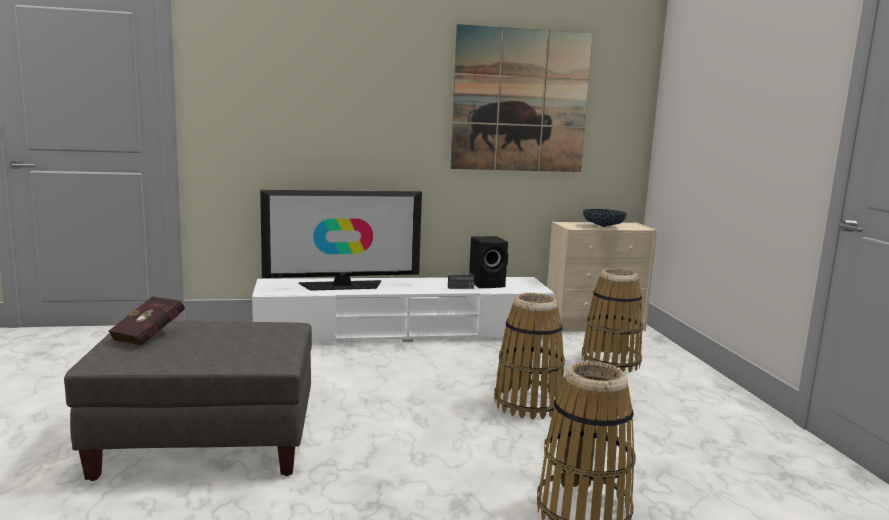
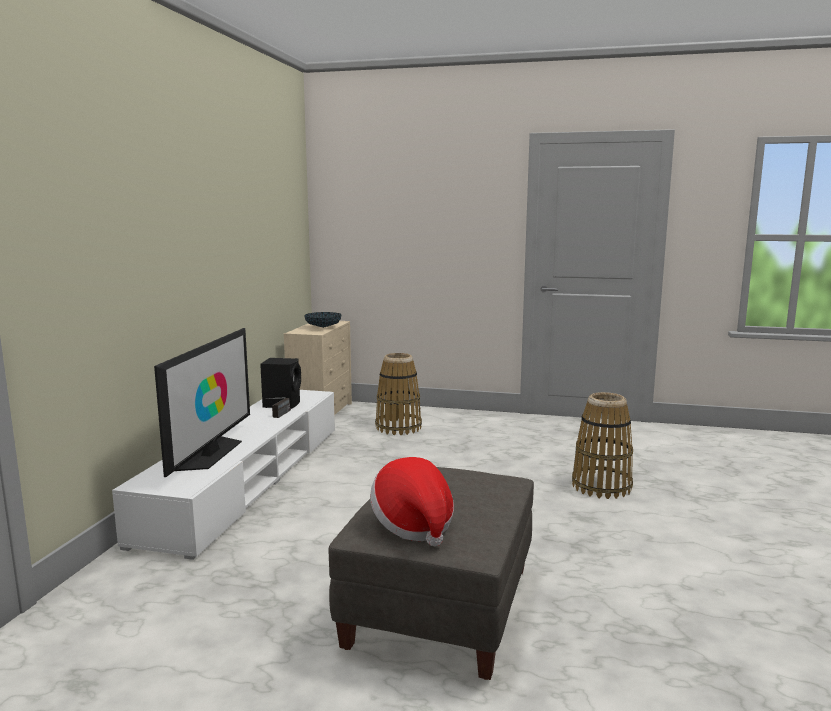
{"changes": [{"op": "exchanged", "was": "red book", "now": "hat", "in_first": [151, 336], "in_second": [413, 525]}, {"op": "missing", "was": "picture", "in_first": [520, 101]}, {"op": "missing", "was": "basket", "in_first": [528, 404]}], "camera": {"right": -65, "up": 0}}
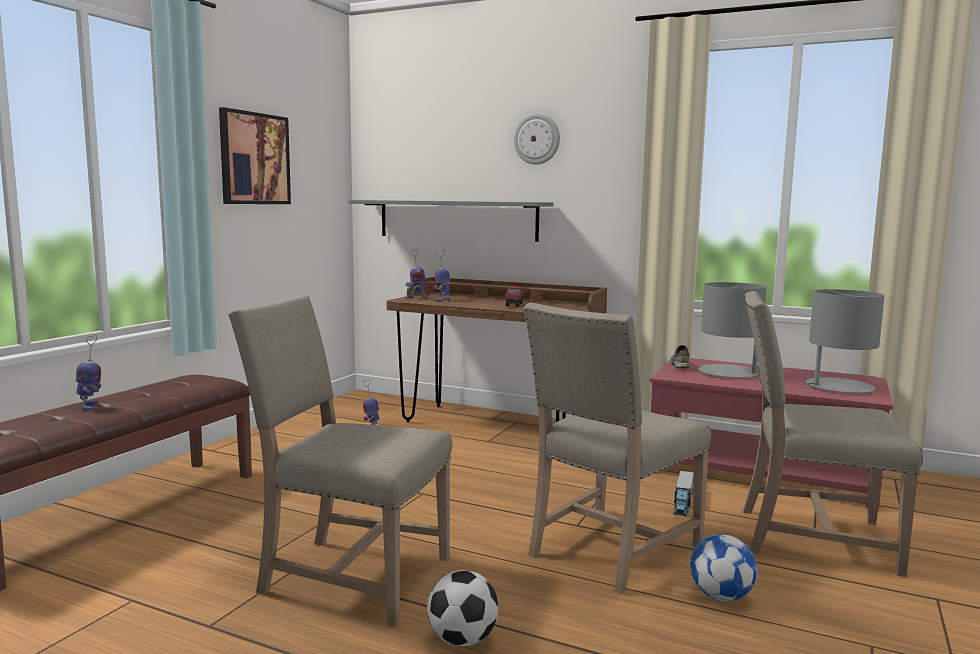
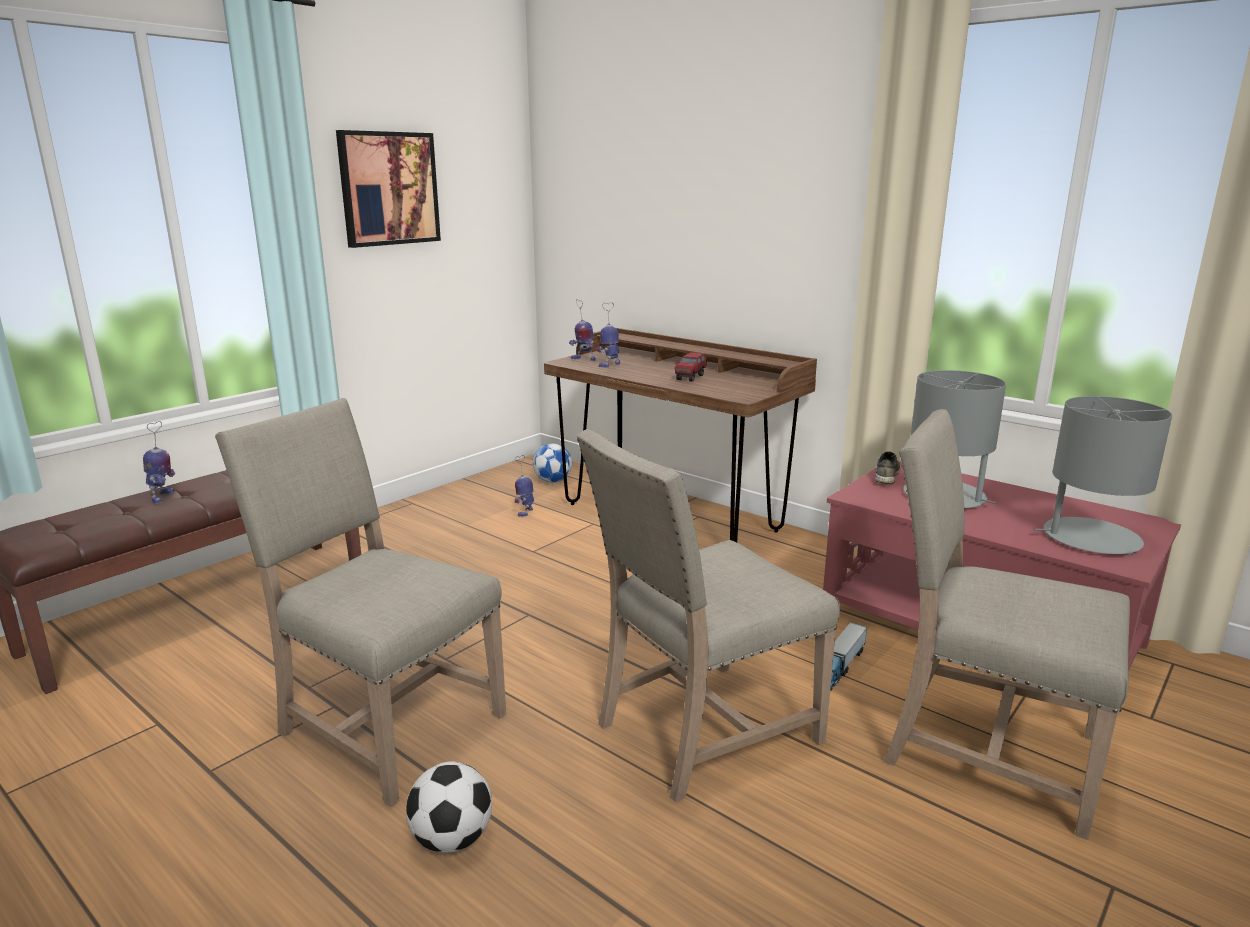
{"changes": [{"op": "missing", "was": "grey shelf", "in_first": [457, 220]}, {"op": "missing", "was": "wall clock", "in_first": [537, 139]}, {"op": "relocated", "was": "football", "in_first": [721, 596], "in_second": [553, 481]}], "camera": {"right": 15, "up": 10}}
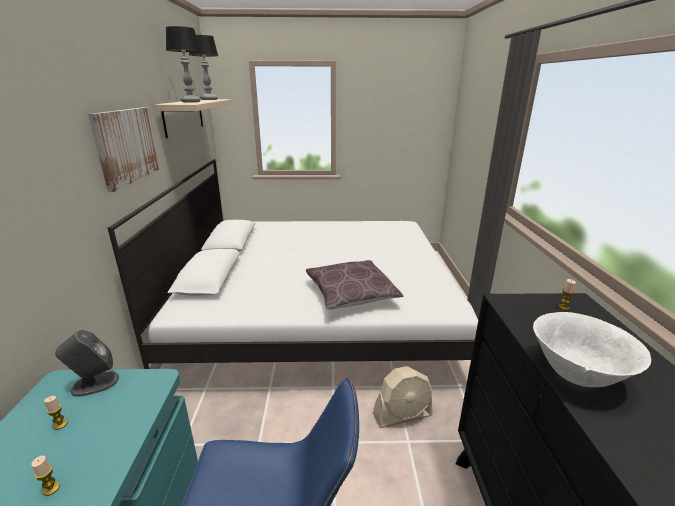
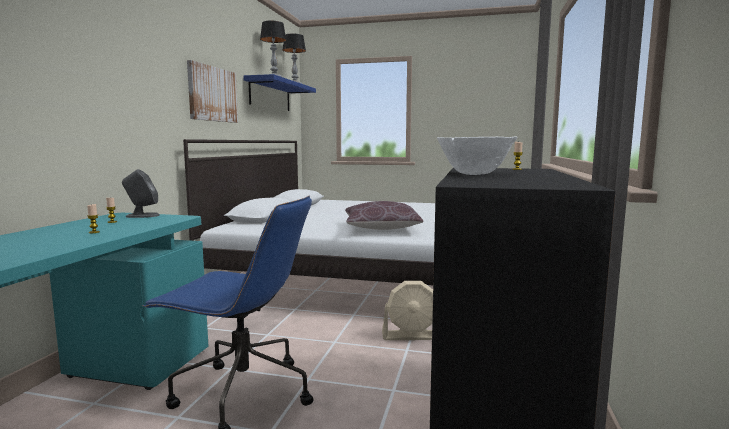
{"changes": [{"op": "colour", "was": "beige shelf", "now": "blue shelf", "in_first": [184, 116], "in_second": [270, 95]}], "camera": {"right": 15, "up": -15}}
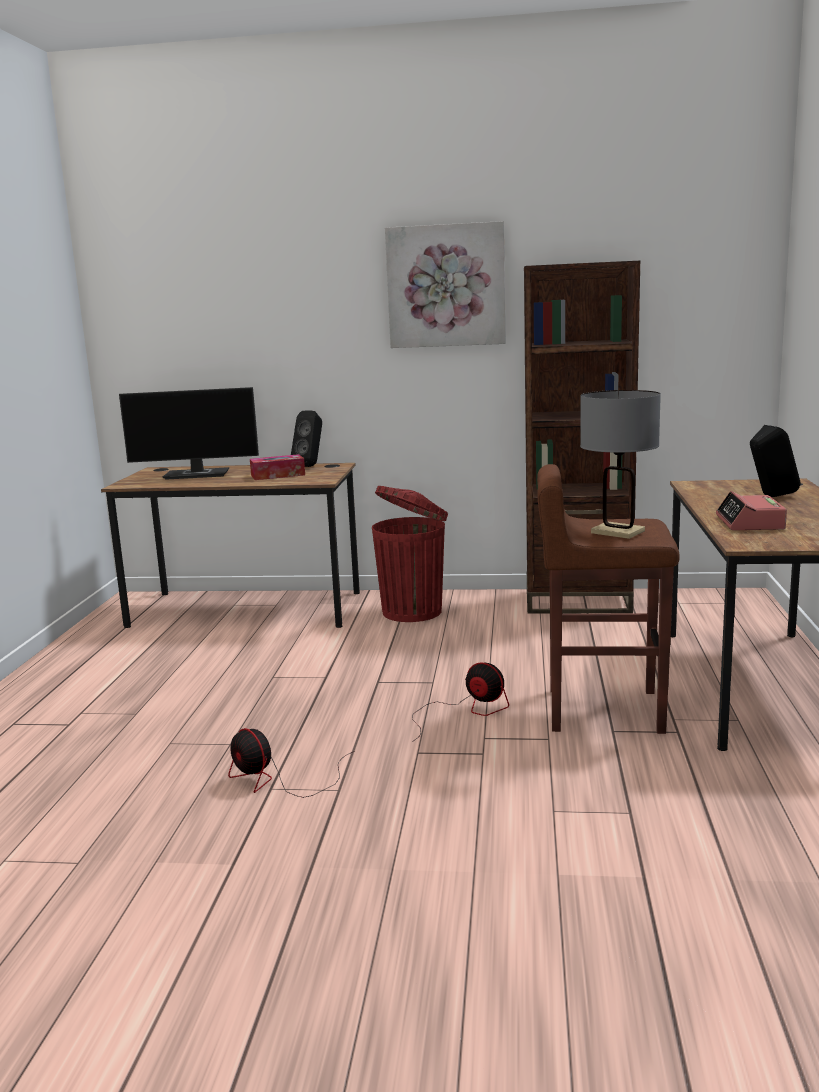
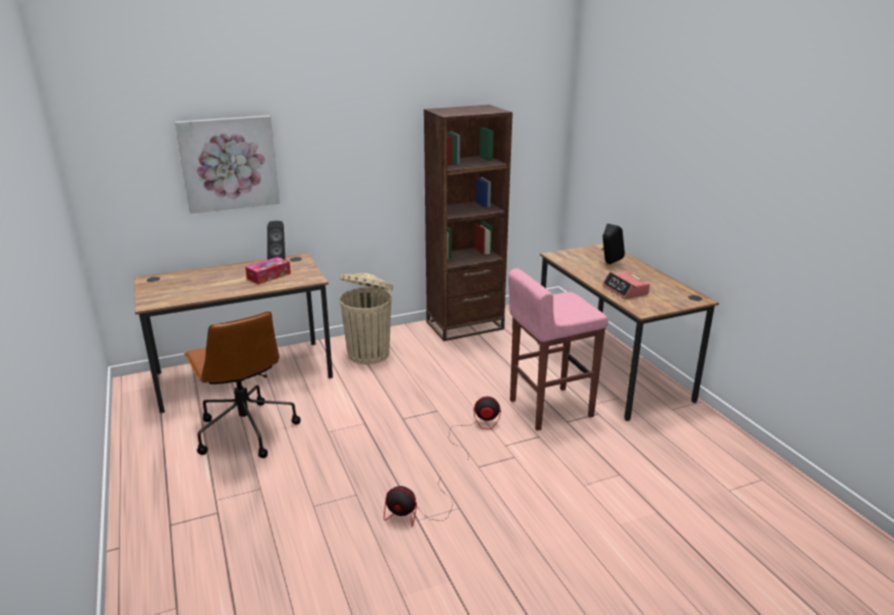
{"changes": [{"op": "missing", "was": "monitor", "in_first": [198, 474]}, {"op": "colour", "was": "red trash can", "now": "beige trash can", "in_first": [414, 611], "in_second": [369, 353]}, {"op": "relocated", "was": "picture", "in_first": [446, 286], "in_second": [229, 163]}, {"op": "colour", "was": "brown stool", "now": "pink stool", "in_first": [602, 710], "in_second": [549, 408]}, {"op": "missing", "was": "grey table lamp", "in_first": [618, 532]}, {"op": "appeared", "now": "brown office chair", "in_second": [245, 430]}], "camera": {"right": -30, "up": 10}}
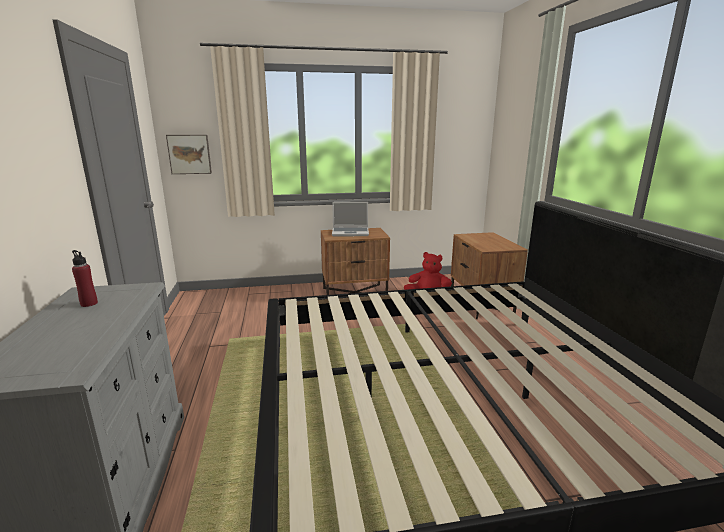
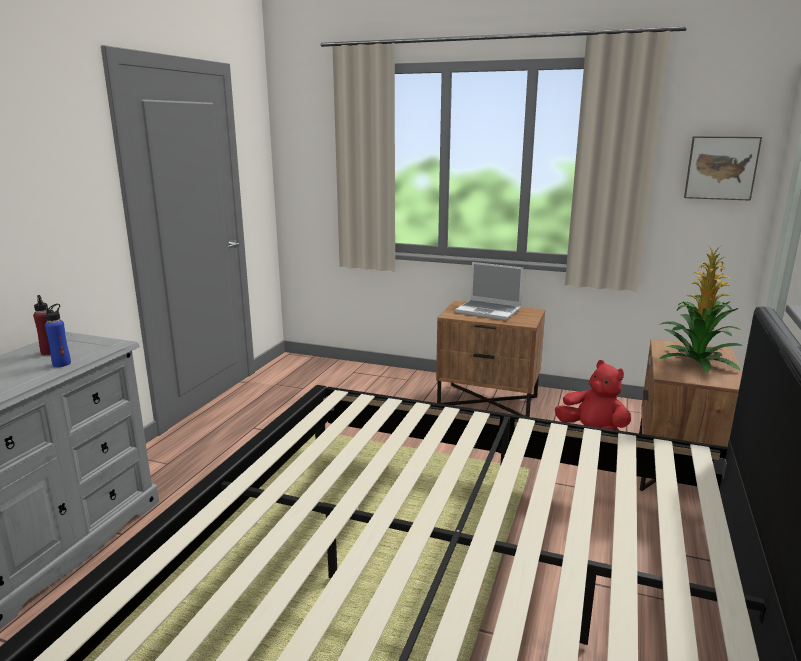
{"changes": [{"op": "relocated", "was": "picture", "in_first": [189, 154], "in_second": [721, 168]}, {"op": "appeared", "now": "blue bottle", "in_second": [62, 364]}, {"op": "appeared", "now": "potted plant", "in_second": [696, 361]}], "camera": {"right": 30, "up": 0}}
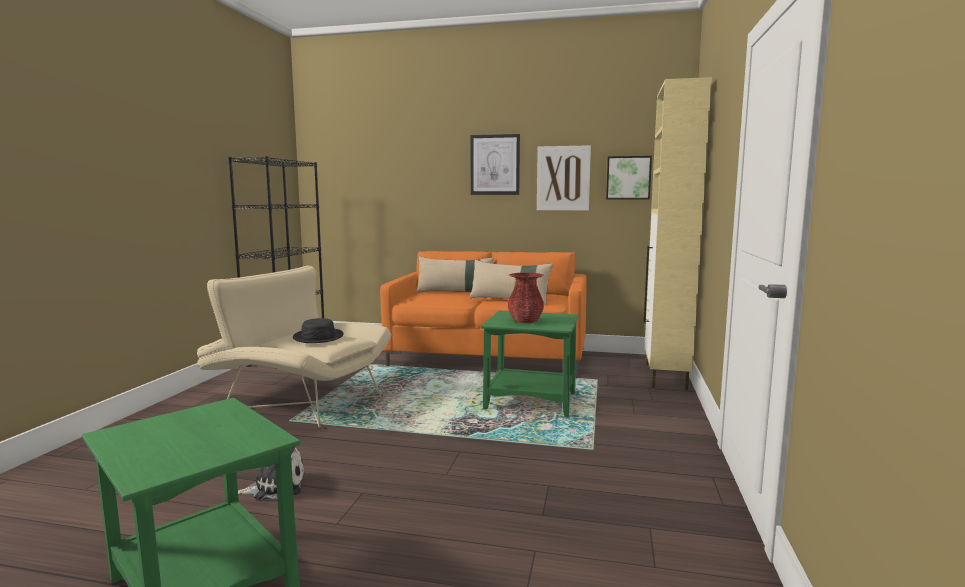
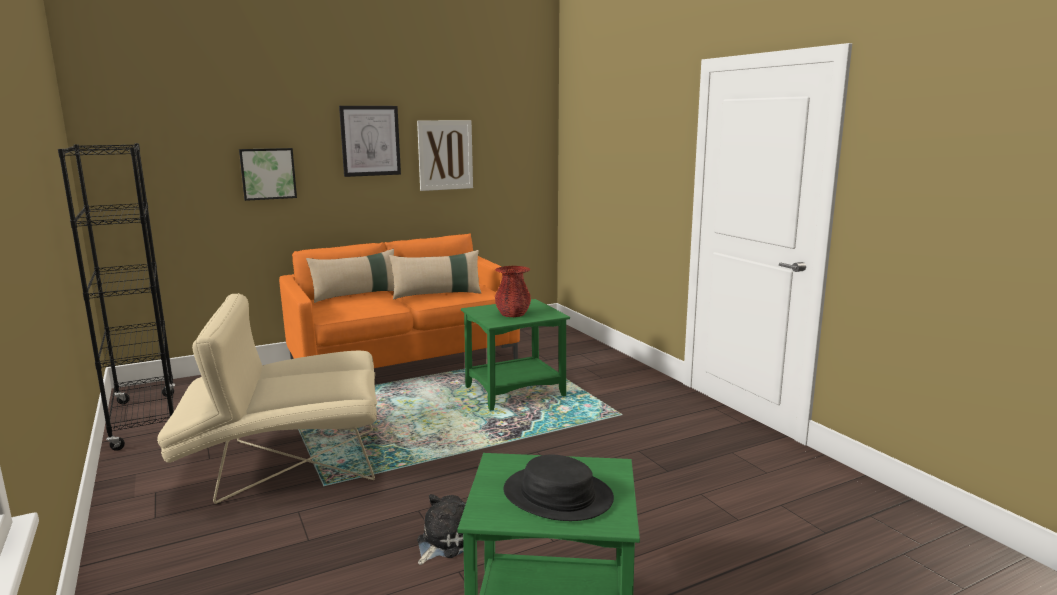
{"changes": [{"op": "relocated", "was": "black hat", "in_first": [318, 337], "in_second": [557, 495]}, {"op": "relocated", "was": "picture", "in_first": [628, 178], "in_second": [268, 173]}, {"op": "missing", "was": "beige cabinet", "in_first": [665, 376]}], "camera": {"right": -40, "up": 5}}
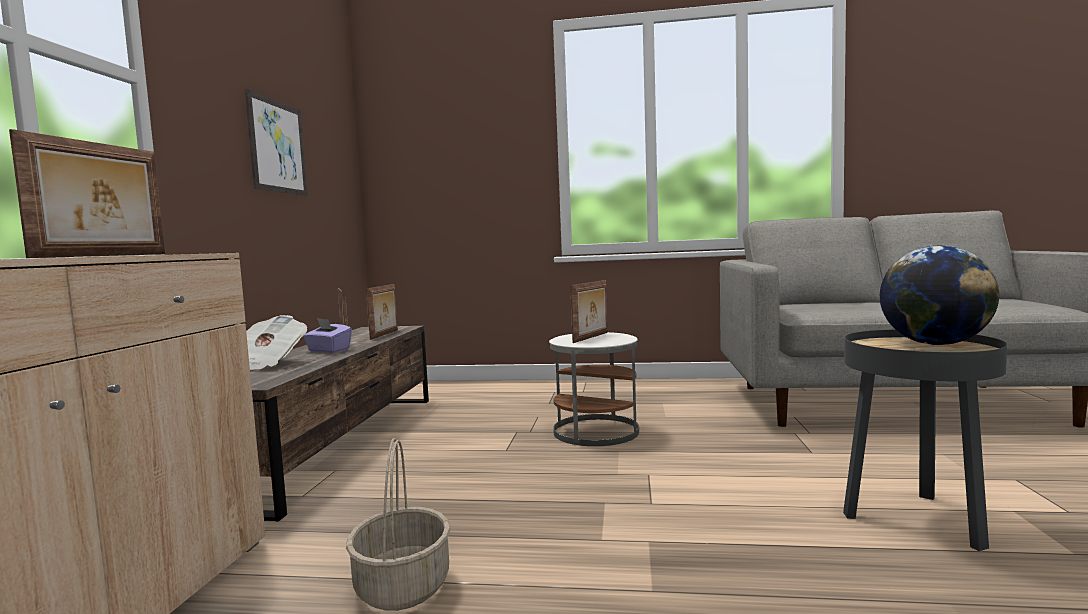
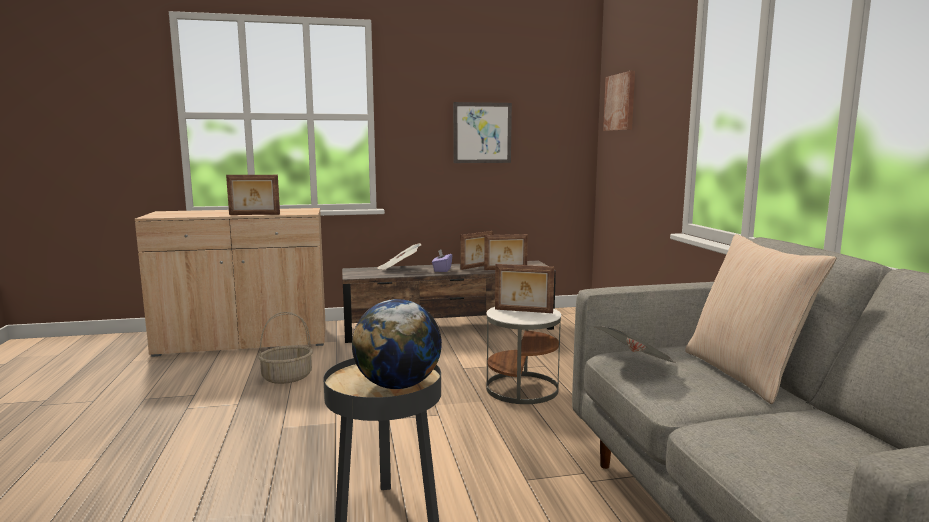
{"changes": [{"op": "appeared", "now": "newspaper", "in_second": [636, 366]}, {"op": "appeared", "now": "picture", "in_second": [620, 102]}, {"op": "appeared", "now": "beige pillow", "in_second": [744, 373]}], "camera": {"right": 70, "up": 5}}
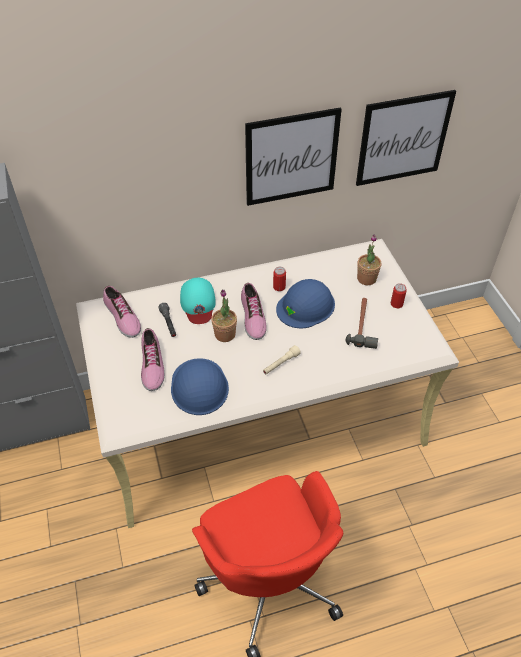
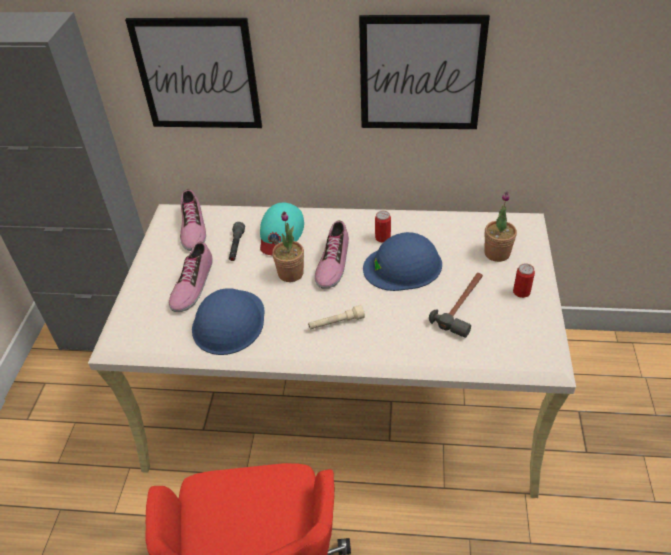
{"changes": [{"op": "relocated", "was": "picture", "in_first": [403, 138], "in_second": [197, 74]}], "camera": {"right": 25, "up": -5}}
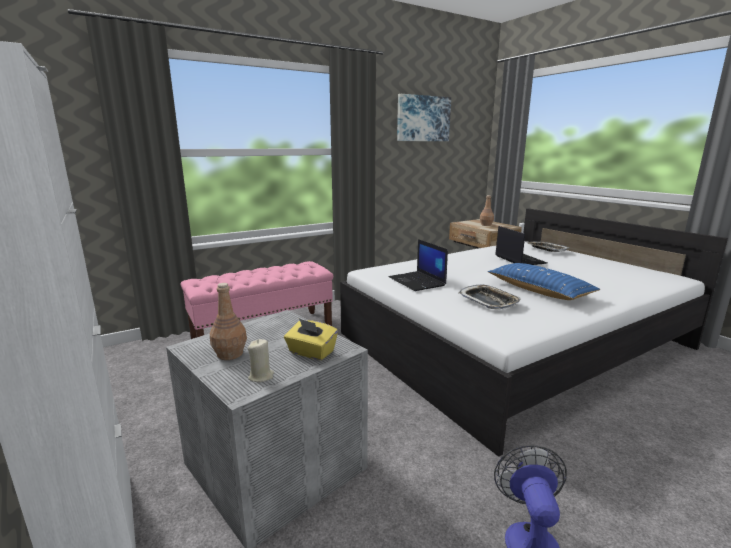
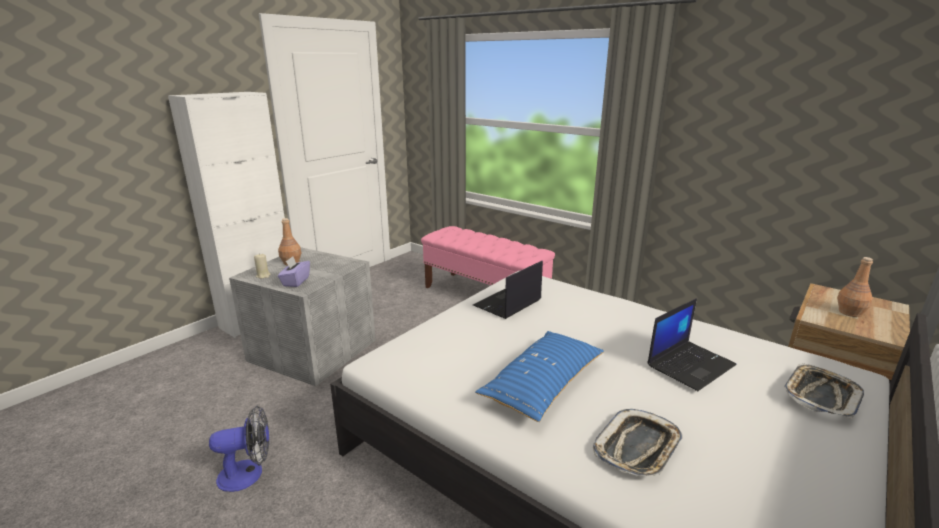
{"changes": [{"op": "colour", "was": "yellow tissue box", "now": "purple tissue box", "in_first": [311, 352], "in_second": [295, 281]}, {"op": "missing", "was": "picture", "in_first": [423, 118]}, {"op": "relocated", "was": "tray", "in_first": [488, 301], "in_second": [637, 448]}], "camera": {"right": 70, "up": 5}}
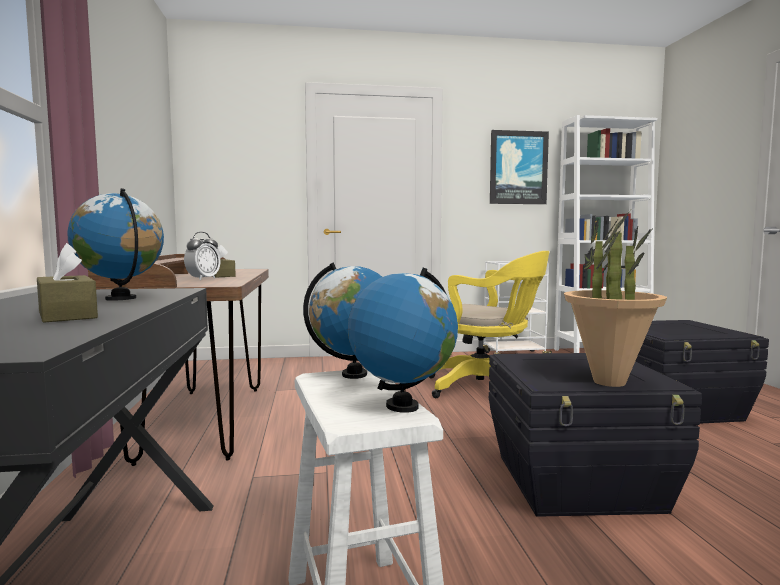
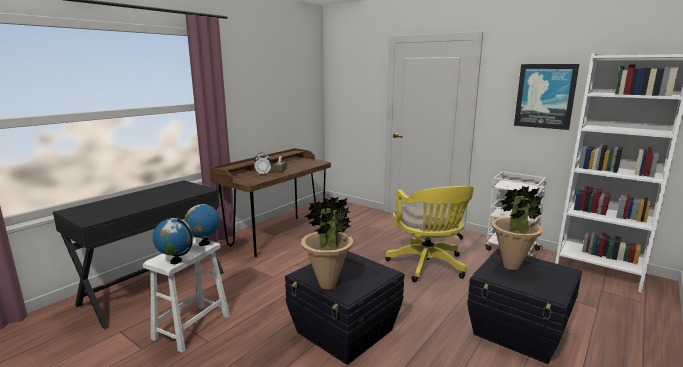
{"changes": [{"op": "missing", "was": "brown tissue box", "in_first": [67, 315]}, {"op": "missing", "was": "globe", "in_first": [121, 298]}, {"op": "appeared", "now": "potted plant", "in_second": [511, 266]}], "camera": {"right": 45, "up": 10}}
